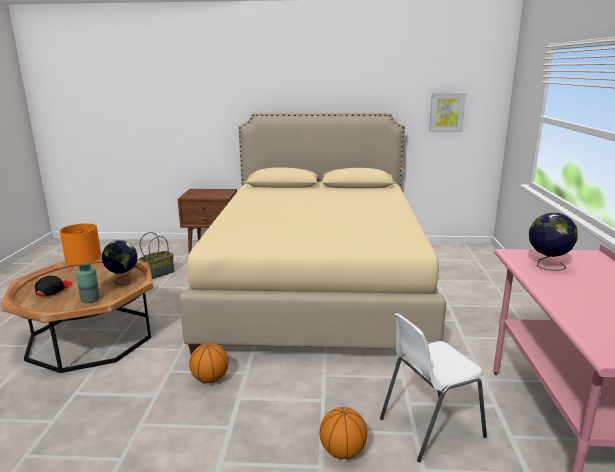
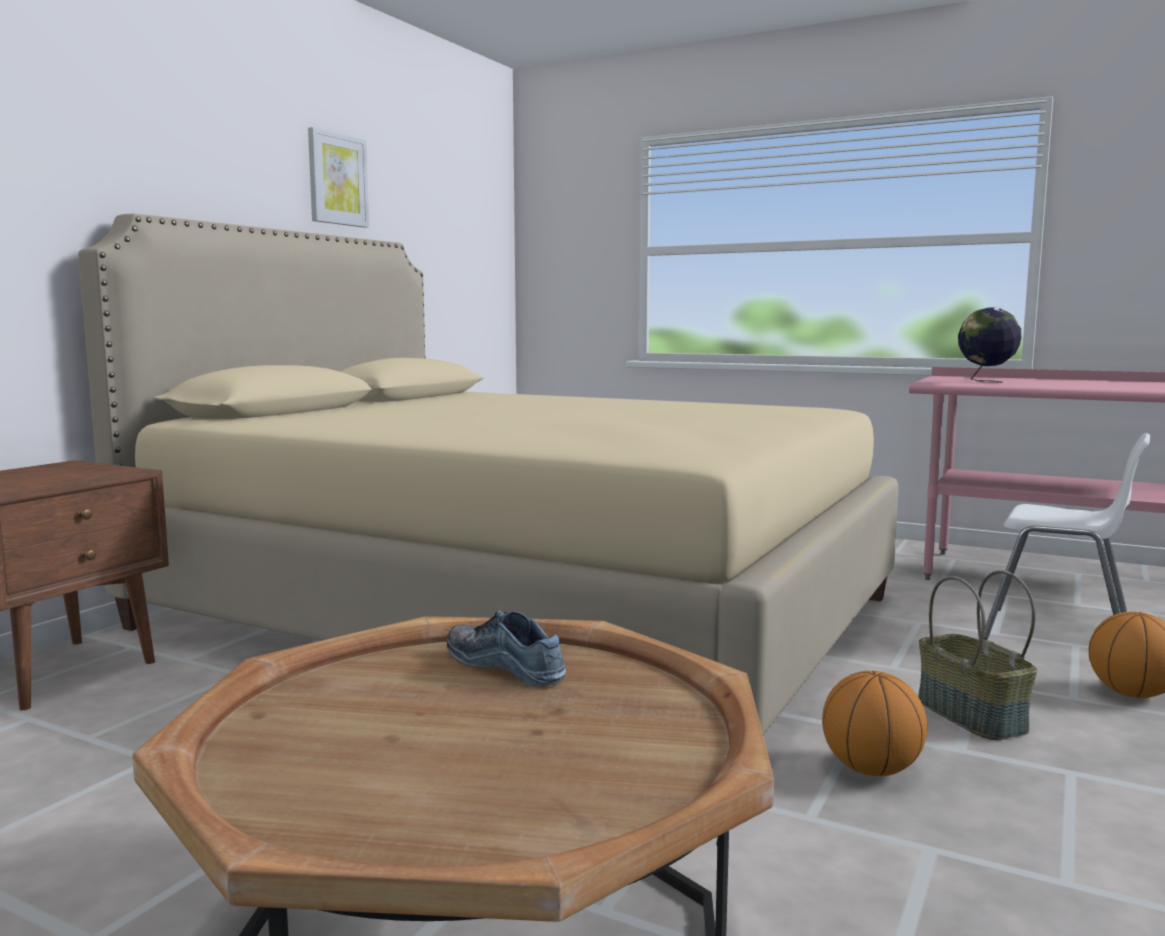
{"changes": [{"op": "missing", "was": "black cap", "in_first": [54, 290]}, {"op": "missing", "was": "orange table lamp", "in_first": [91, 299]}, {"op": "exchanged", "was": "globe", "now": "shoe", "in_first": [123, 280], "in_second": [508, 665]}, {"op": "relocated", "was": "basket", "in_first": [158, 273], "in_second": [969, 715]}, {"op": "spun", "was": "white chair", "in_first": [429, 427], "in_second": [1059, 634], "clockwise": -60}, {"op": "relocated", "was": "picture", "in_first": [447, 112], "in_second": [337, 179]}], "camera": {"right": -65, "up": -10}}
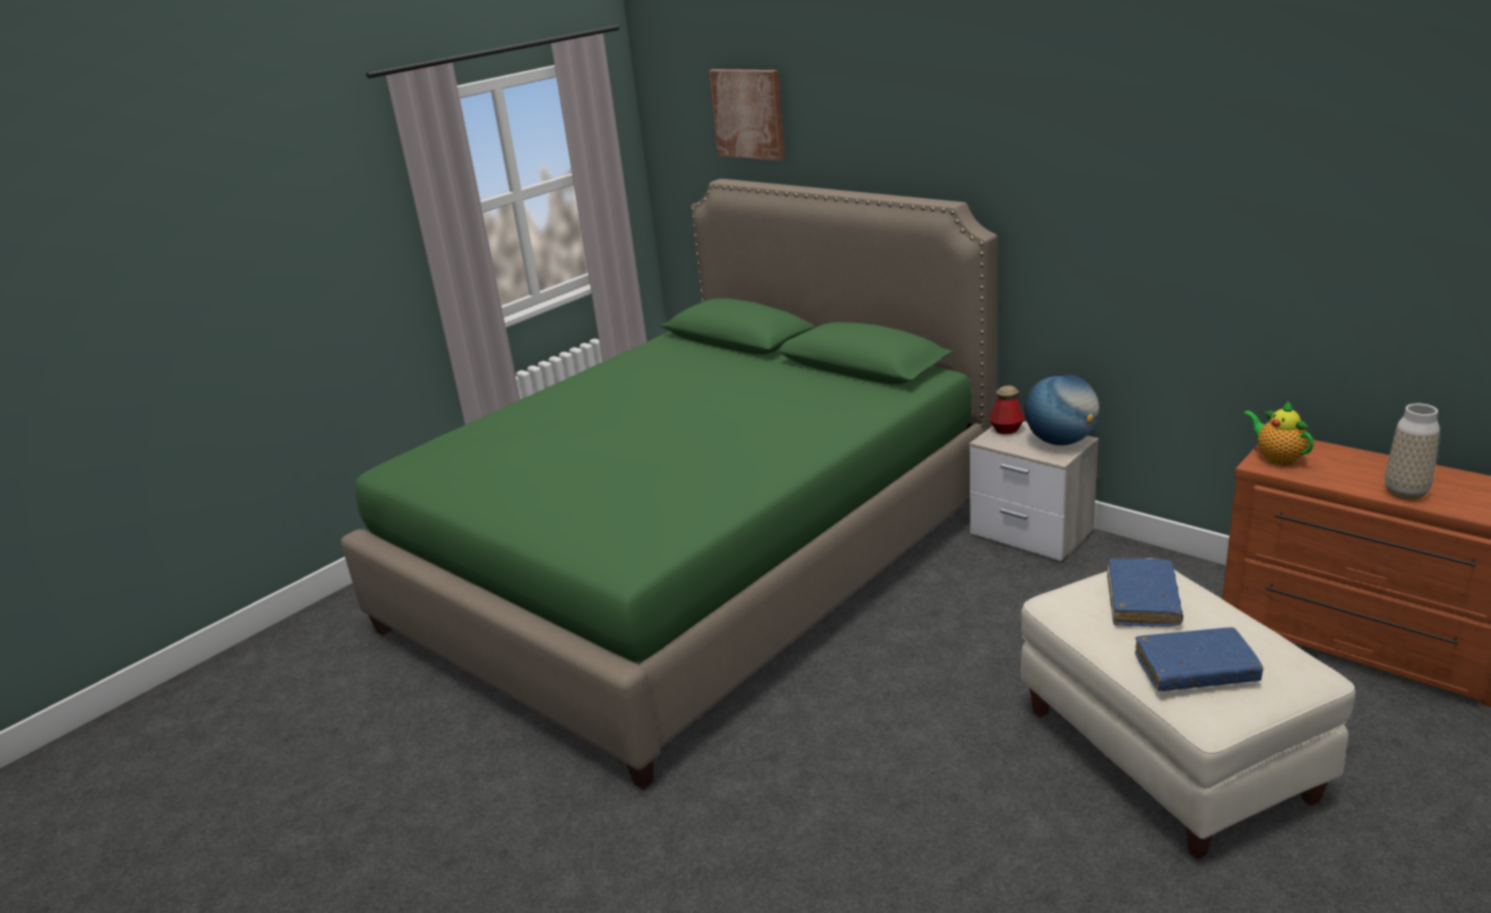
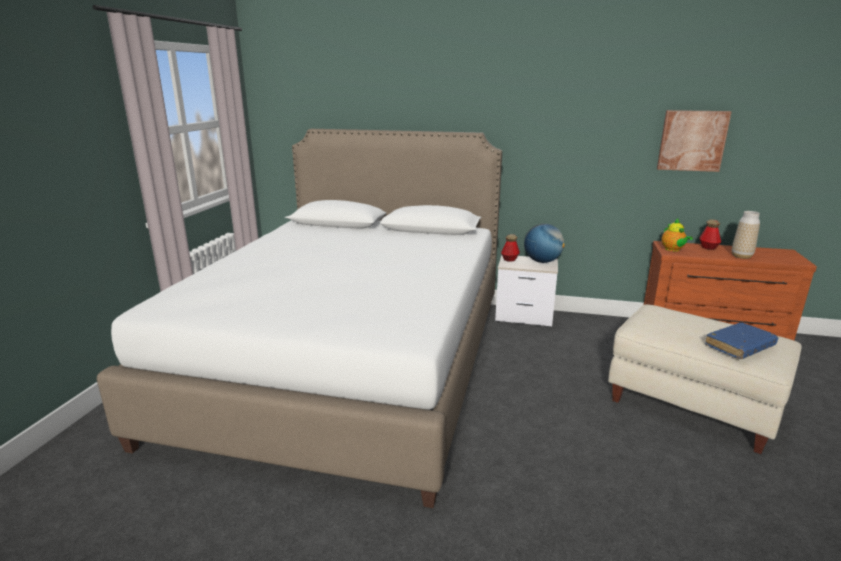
{"changes": [{"op": "colour", "was": "green bed", "now": "white bed", "in_first": [696, 565], "in_second": [350, 362]}, {"op": "relocated", "was": "picture", "in_first": [748, 113], "in_second": [692, 140]}, {"op": "missing", "was": "blue book", "in_first": [1142, 601]}, {"op": "spun", "was": "teapot", "in_first": [1277, 458], "in_second": [673, 250], "clockwise": -135}, {"op": "appeared", "now": "bottle", "in_second": [708, 247]}], "camera": {"right": -30, "up": -5}}
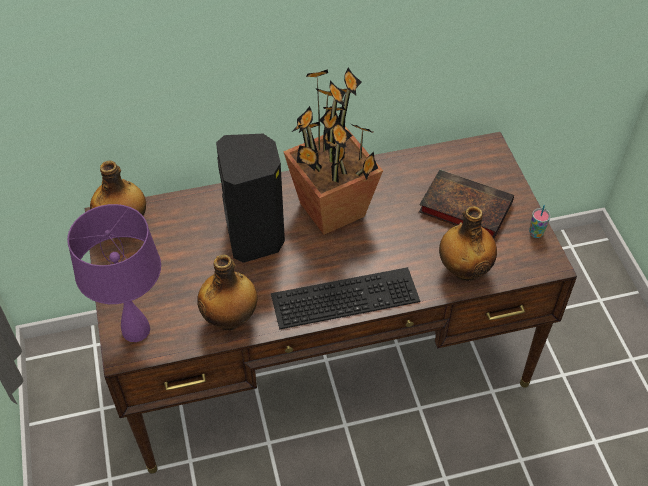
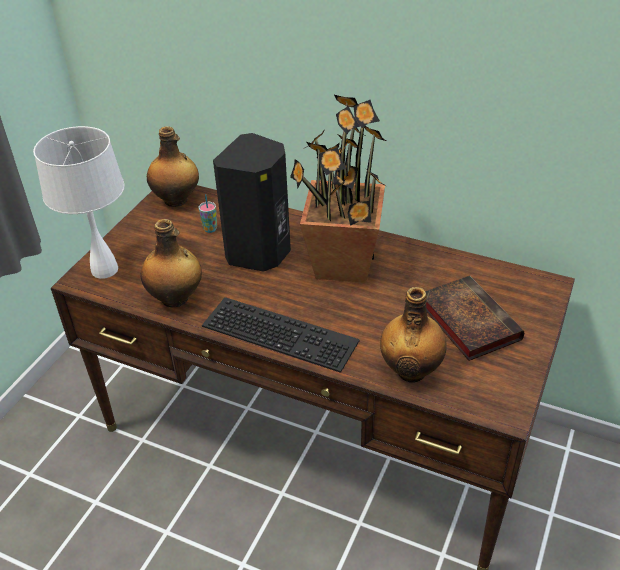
{"changes": [{"op": "colour", "was": "purple table lamp", "now": "white table lamp", "in_first": [135, 329], "in_second": [104, 269]}, {"op": "relocated", "was": "cup", "in_first": [536, 233], "in_second": [210, 229]}], "camera": {"right": 40, "up": -10}}
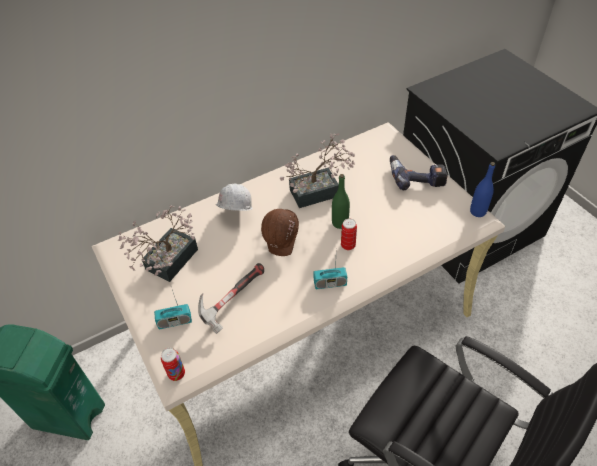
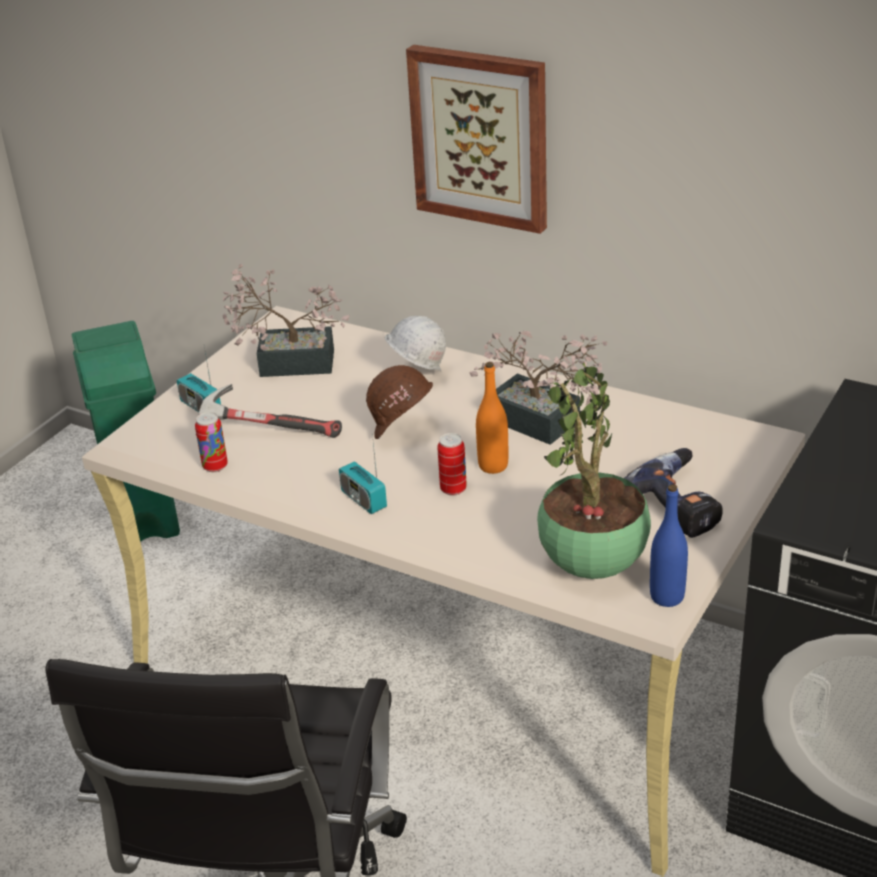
{"changes": [{"op": "relocated", "was": "can", "in_first": [176, 374], "in_second": [215, 466]}, {"op": "colour", "was": "green bottle", "now": "orange bottle", "in_first": [340, 223], "in_second": [493, 466]}, {"op": "appeared", "now": "picture", "in_second": [481, 137]}, {"op": "appeared", "now": "potted plant", "in_second": [592, 568]}], "camera": {"right": 60, "up": -15}}
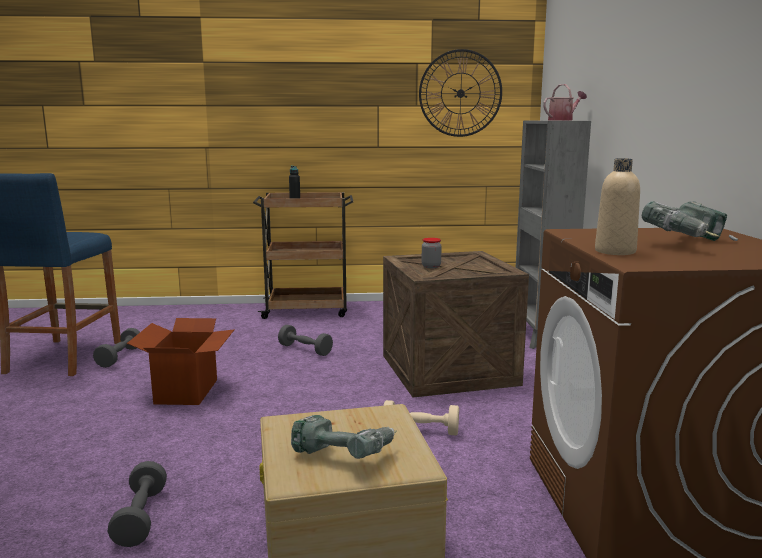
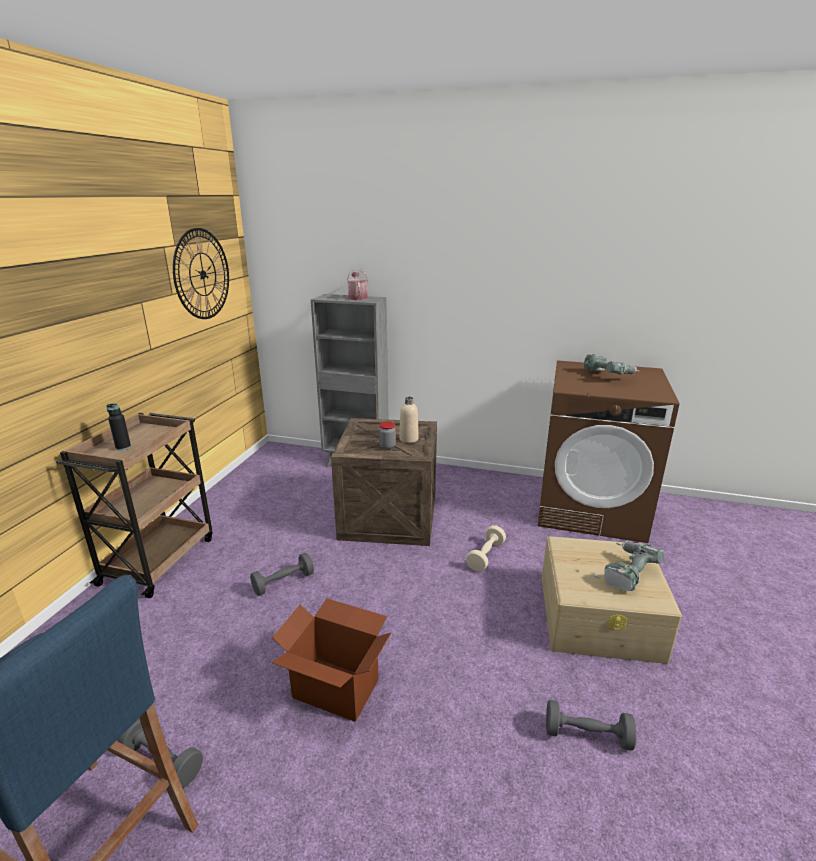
{"changes": [{"op": "relocated", "was": "beige bottle", "in_first": [615, 251], "in_second": [409, 439]}], "camera": {"right": -70, "up": 10}}
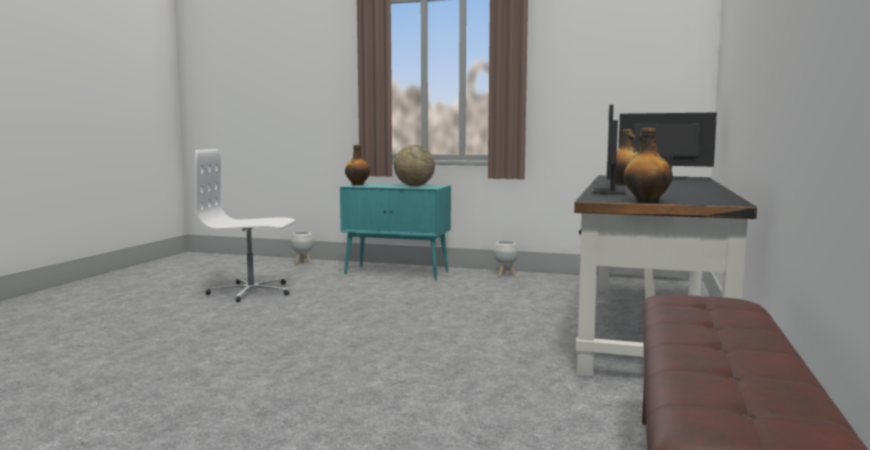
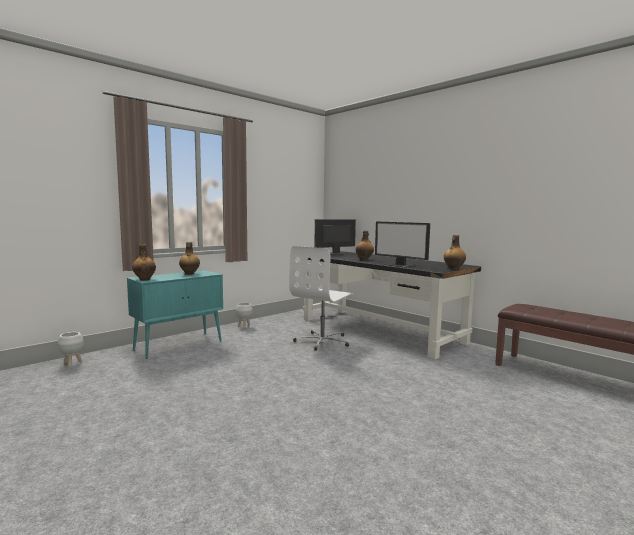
{"changes": [{"op": "relocated", "was": "white office chair", "in_first": [251, 292], "in_second": [323, 341]}, {"op": "exchanged", "was": "globe", "now": "bottle", "in_first": [414, 185], "in_second": [189, 274]}], "camera": {"right": -60, "up": 0}}
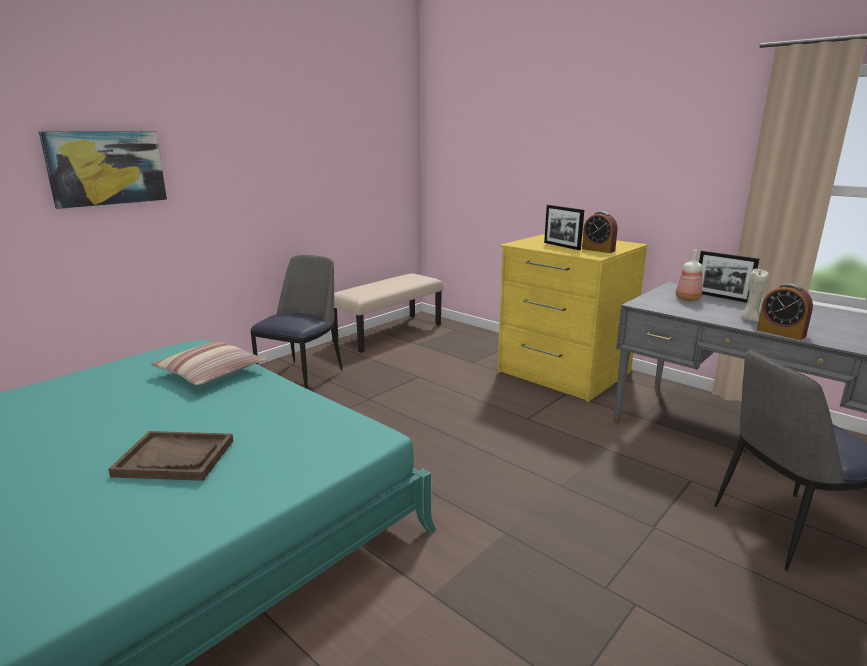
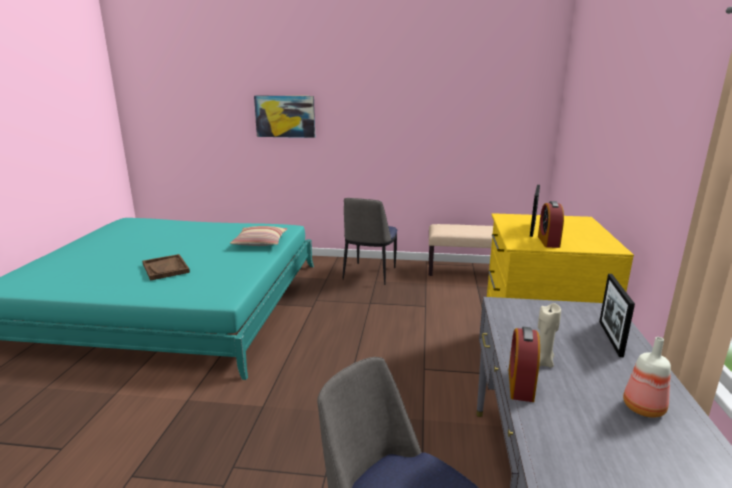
{"changes": [{"op": "spun", "was": "chair", "in_first": [303, 376], "in_second": [369, 274], "clockwise": 120}, {"op": "relocated", "was": "bottle", "in_first": [686, 298], "in_second": [643, 407]}], "camera": {"right": 55, "up": 0}}
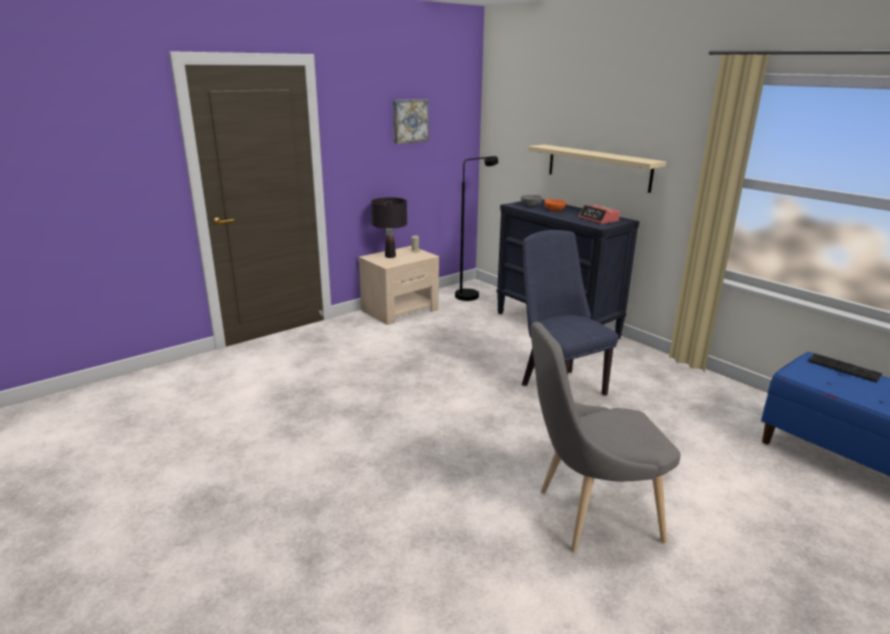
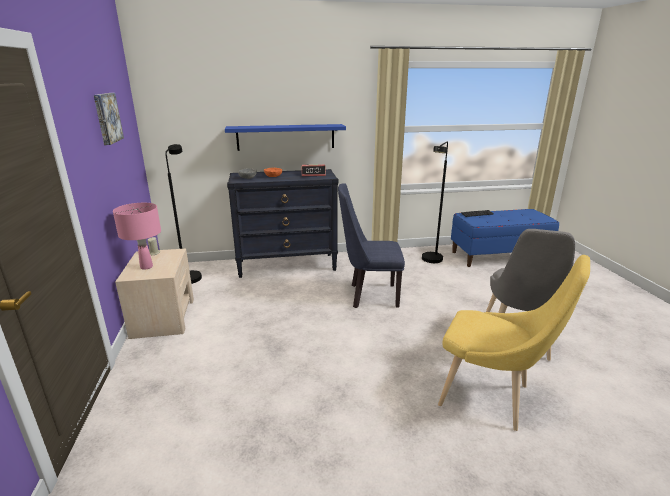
{"changes": [{"op": "colour", "was": "black table lamp", "now": "pink table lamp", "in_first": [390, 256], "in_second": [146, 267]}, {"op": "colour", "was": "beige shelf", "now": "blue shelf", "in_first": [598, 167], "in_second": [286, 137]}, {"op": "appeared", "now": "black floor lamp", "in_second": [431, 261]}, {"op": "appeared", "now": "yellow chair", "in_second": [491, 397]}], "camera": {"right": -60, "up": 0}}
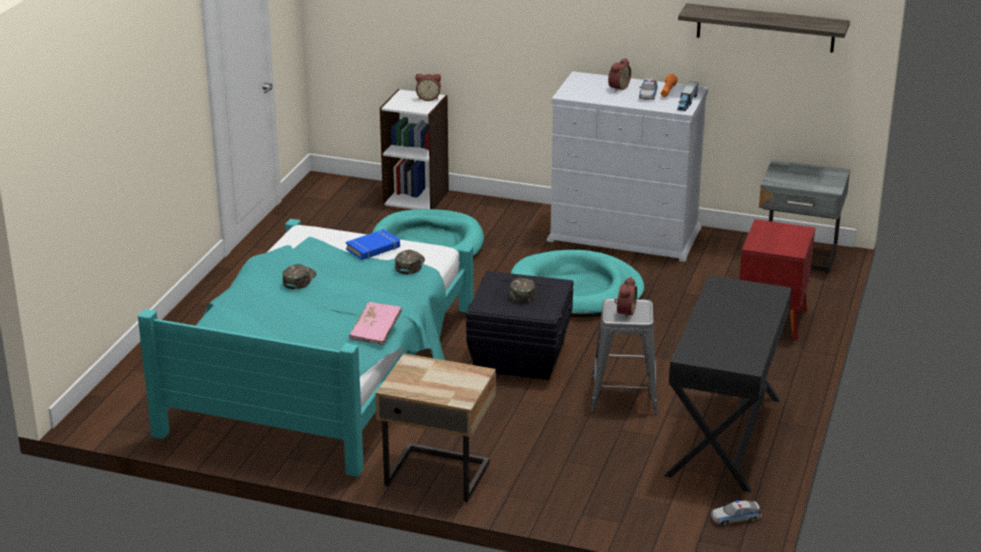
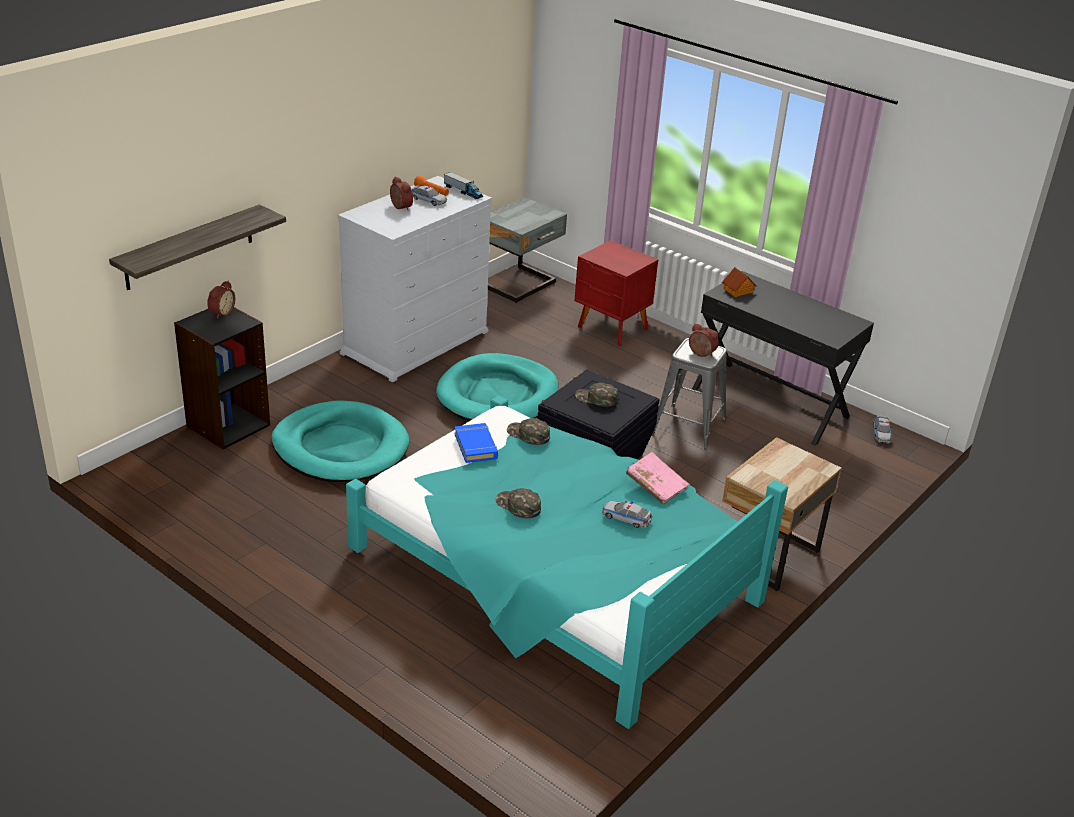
{"changes": [{"op": "colour", "was": "white bookcase", "now": "black bookcase", "in_first": [416, 197], "in_second": [228, 425]}, {"op": "relocated", "was": "shelf", "in_first": [765, 28], "in_second": [189, 247]}, {"op": "appeared", "now": "toy car", "in_second": [626, 518]}, {"op": "appeared", "now": "toy house", "in_second": [738, 291]}], "camera": {"right": -70, "up": 5}}
